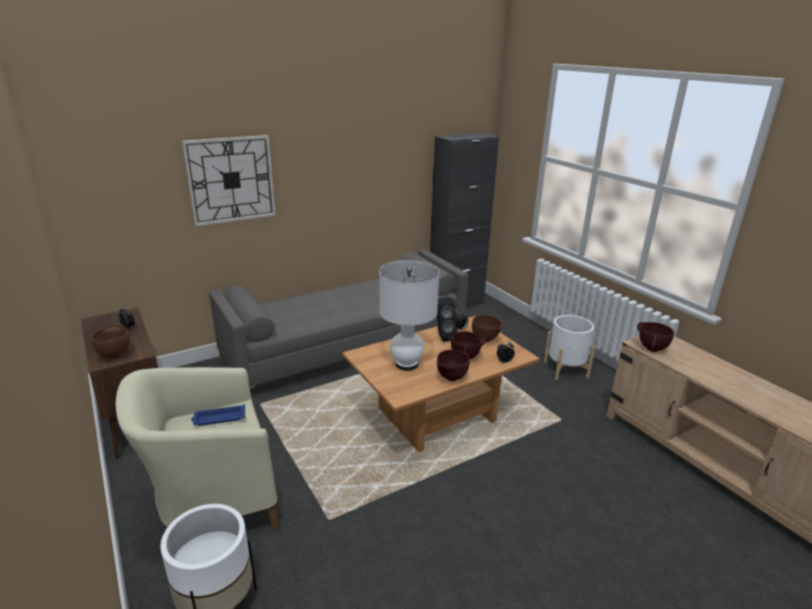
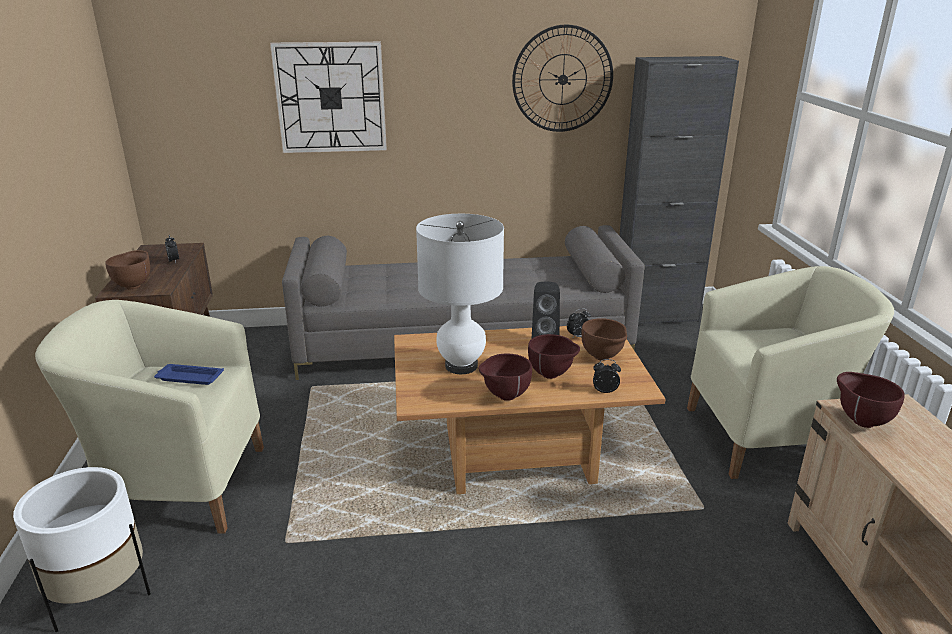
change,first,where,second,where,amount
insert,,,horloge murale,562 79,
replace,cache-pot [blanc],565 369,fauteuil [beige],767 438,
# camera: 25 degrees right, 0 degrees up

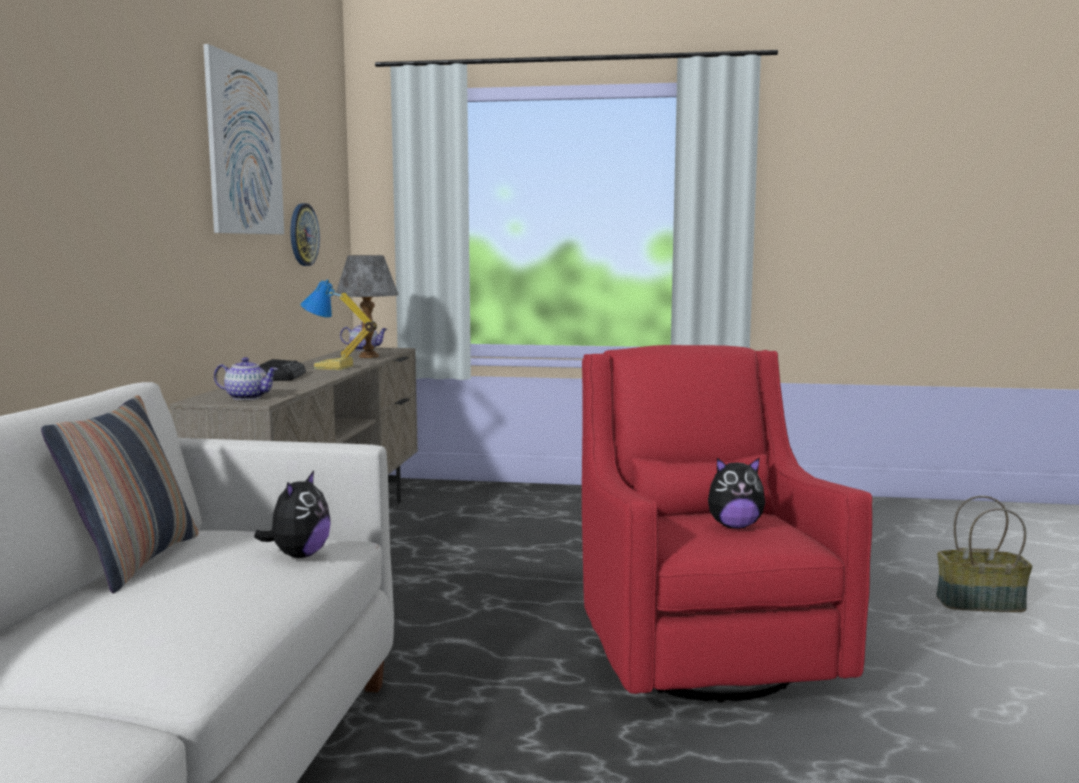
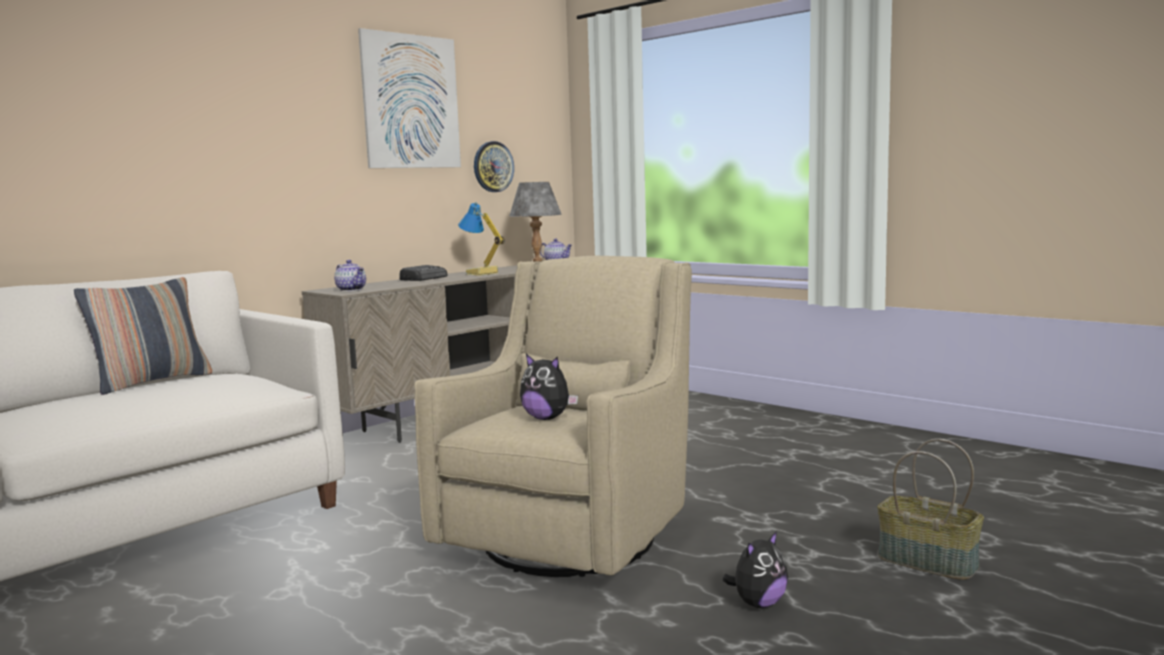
change,first,where,second,where,amount
recolor,fauteuil [rouge],701 652,fauteuil [beige],573 537,
move,peluche,299 555,,758 603,
# camera: 35 degrees right, 0 degrees up

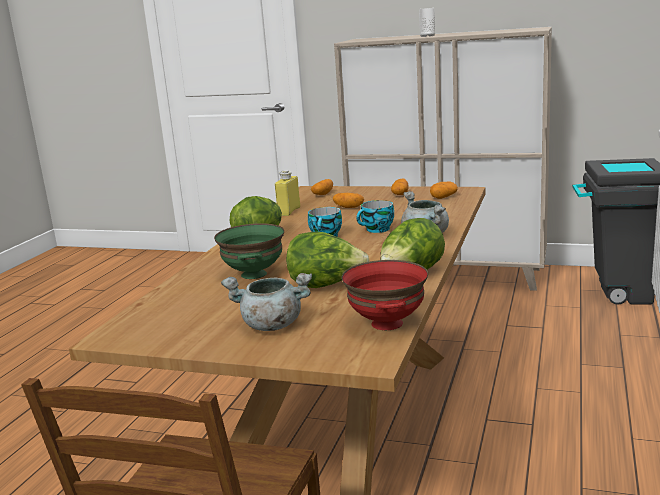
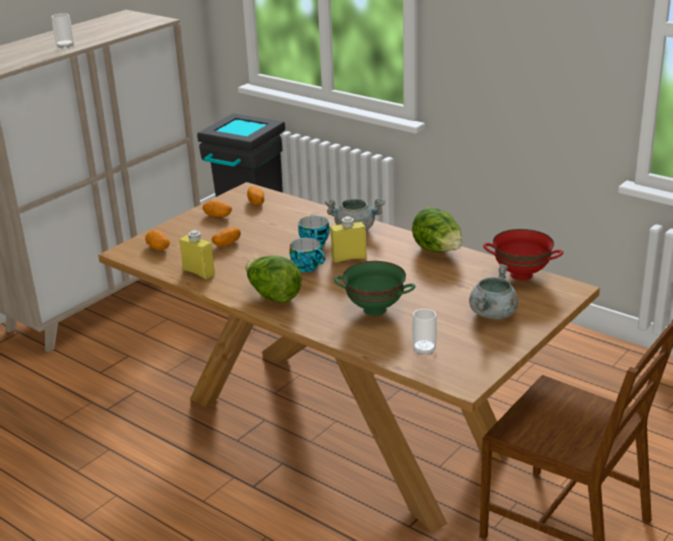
change,first,where,second,where,amount
insert,,,bouteille [jaune],349 258,
insert,,,tasse,424 350,
delete,laitue,326 285,,,
# camera: 70 degrees left, 10 degrees up

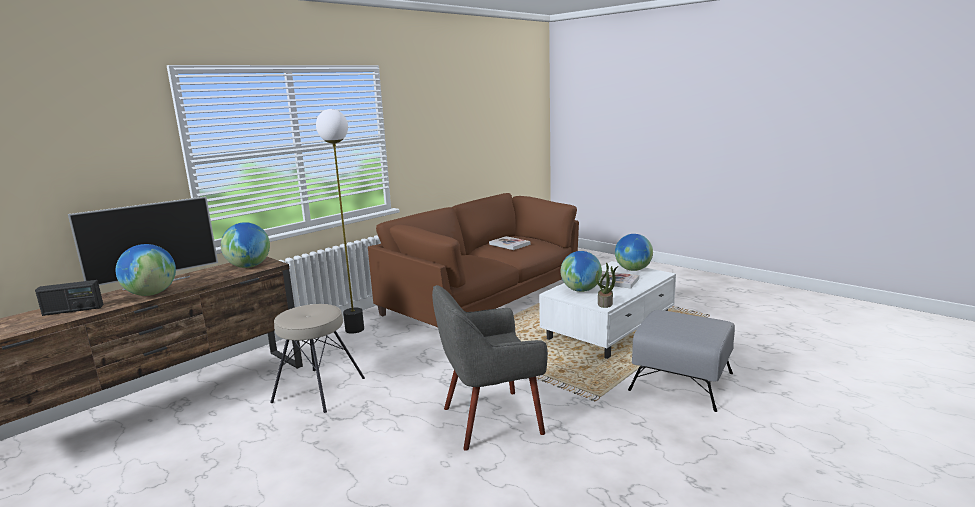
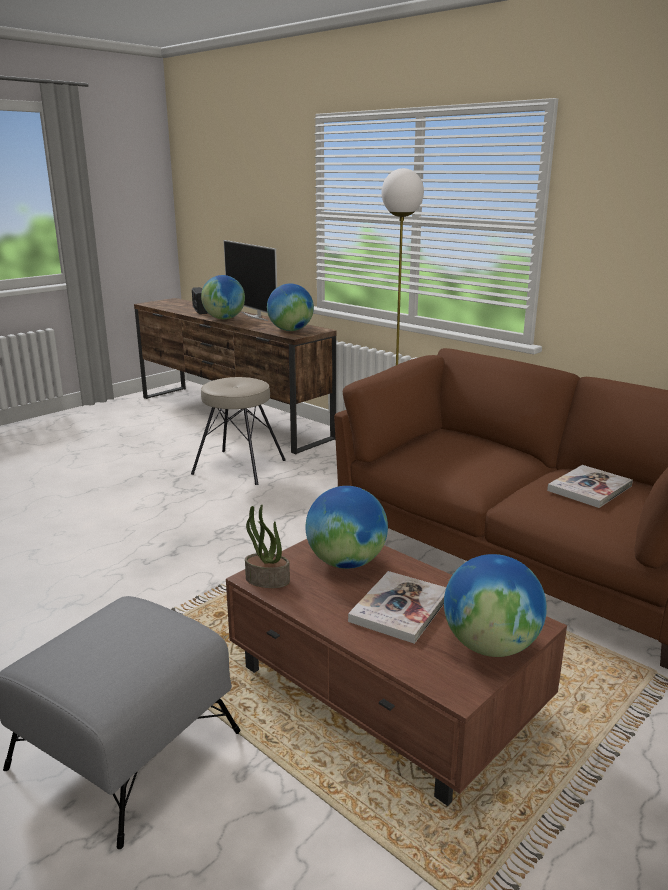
change,first,where,second,where,amount
recolor,table basse [blanc],610 329,table basse [marron],386 692,
delete,fauteuil [gris],490 419,,,
# camera: 90 degrees right, 5 degrees up

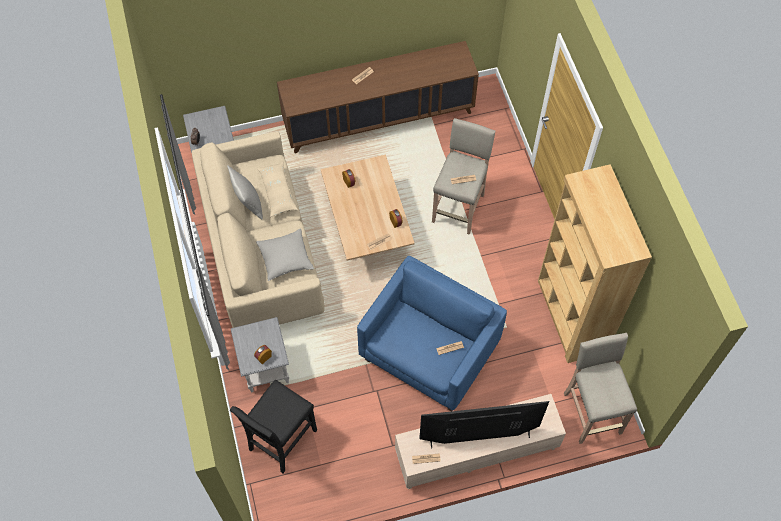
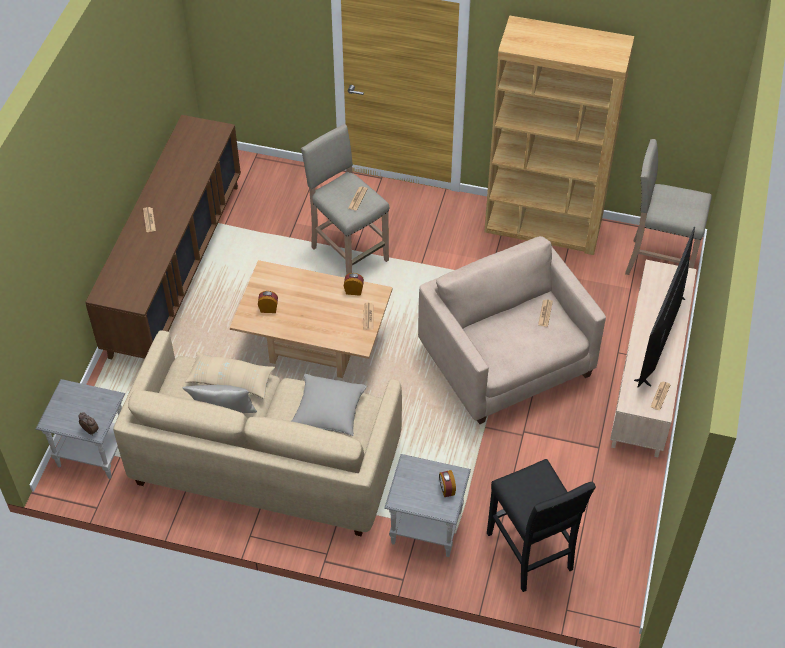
change,first,where,second,where,amount
recolor,fauteuil [bleu],429 351,fauteuil [beige],506 362,
# camera: 60 degrees left, 10 degrees down

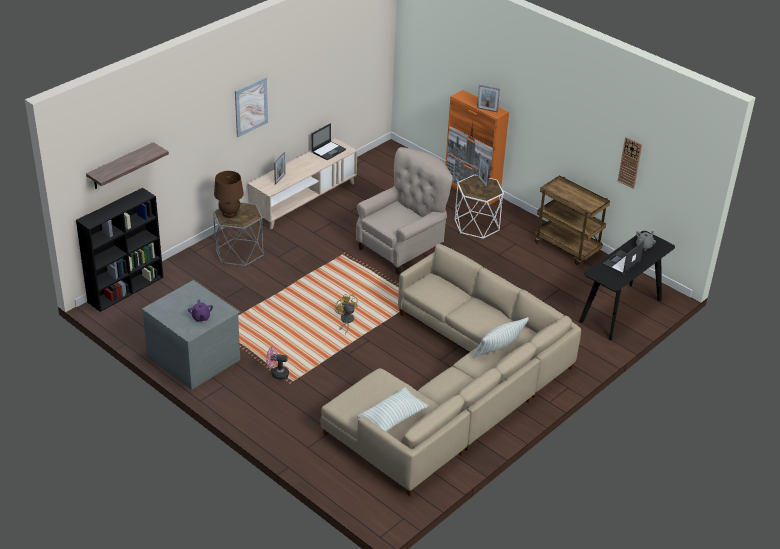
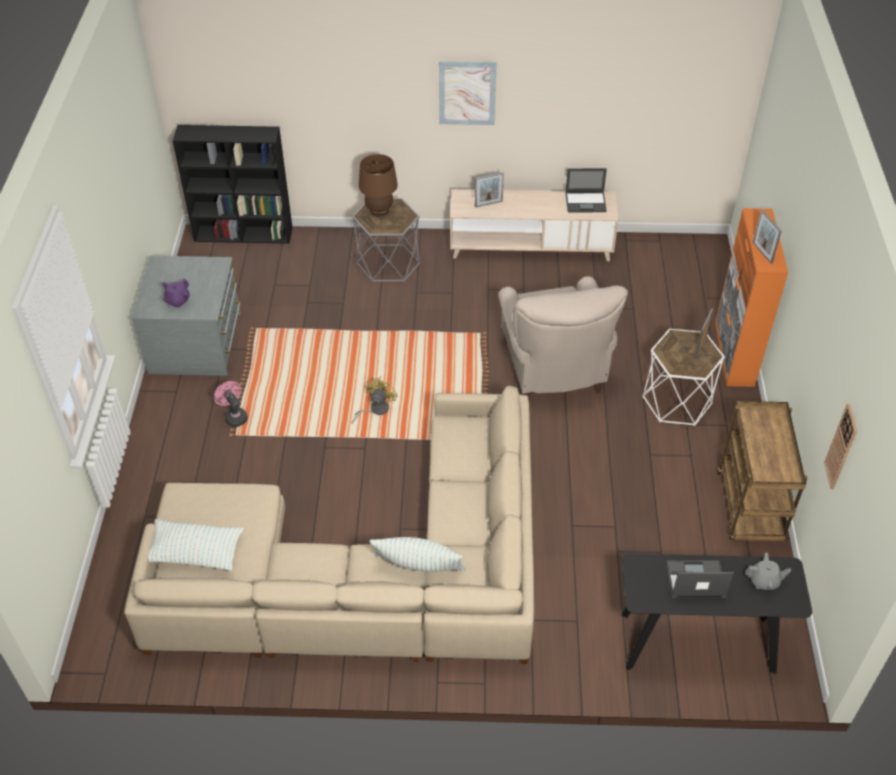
change,first,where,second,where,amount
rotate,fauteuil [beige],403 248,,553 370,75 degrees clockwise
delete,étagère,121 166,,,
# camera: 50 degrees right, 10 degrees up

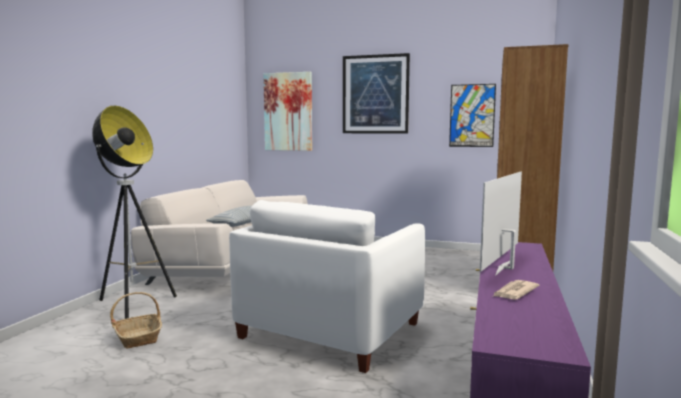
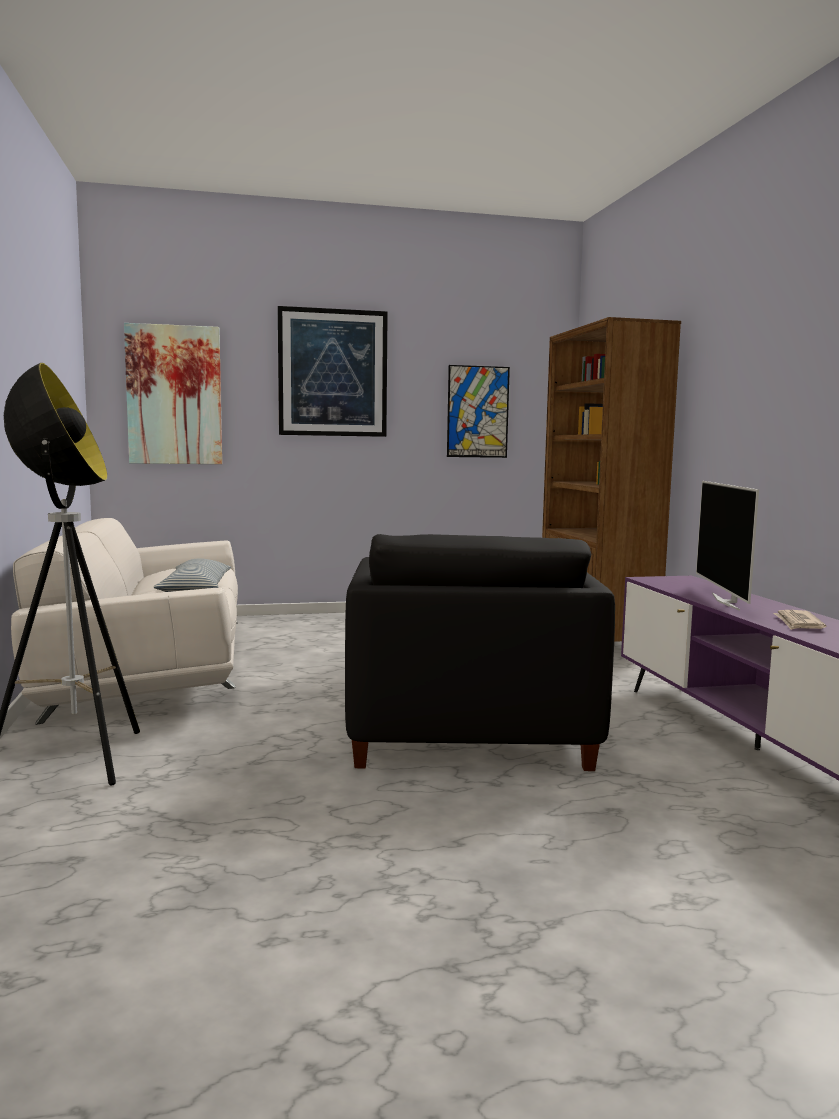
change,first,where,second,where,amount
recolor,fauteuil [blanc],331 330,fauteuil [noir],469 732,
delete,panier,138 337,,,
# camera: 30 degrees left, 0 degrees up

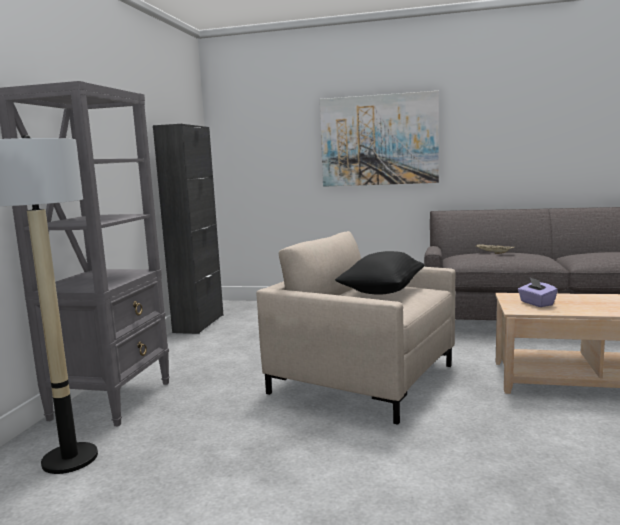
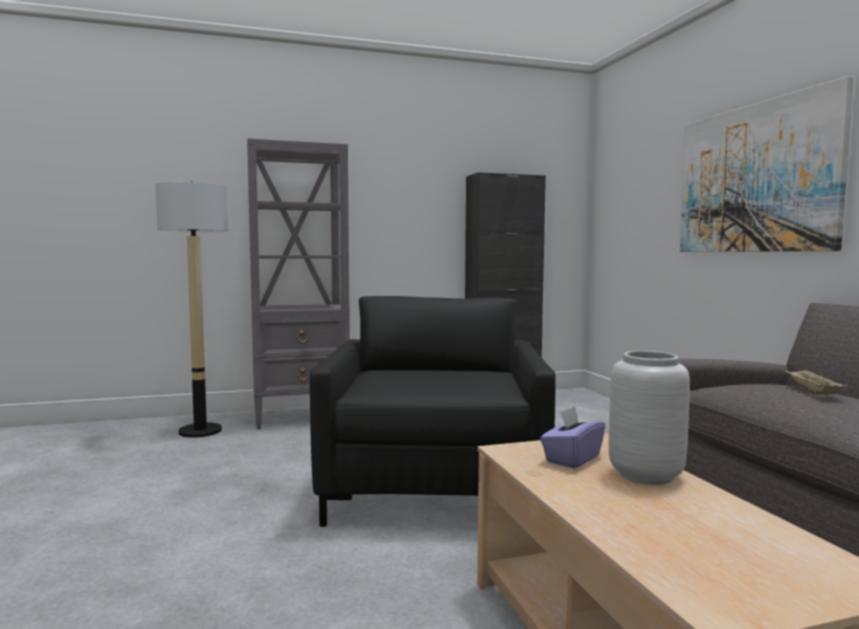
change,first,where,second,where,amount
recolor,fauteuil [beige],363 379,fauteuil [noir],435 488,
insert,,,vase [gris],646 475,
delete,coussin [noir],381 291,,,
# camera: 60 degrees right, 5 degrees down

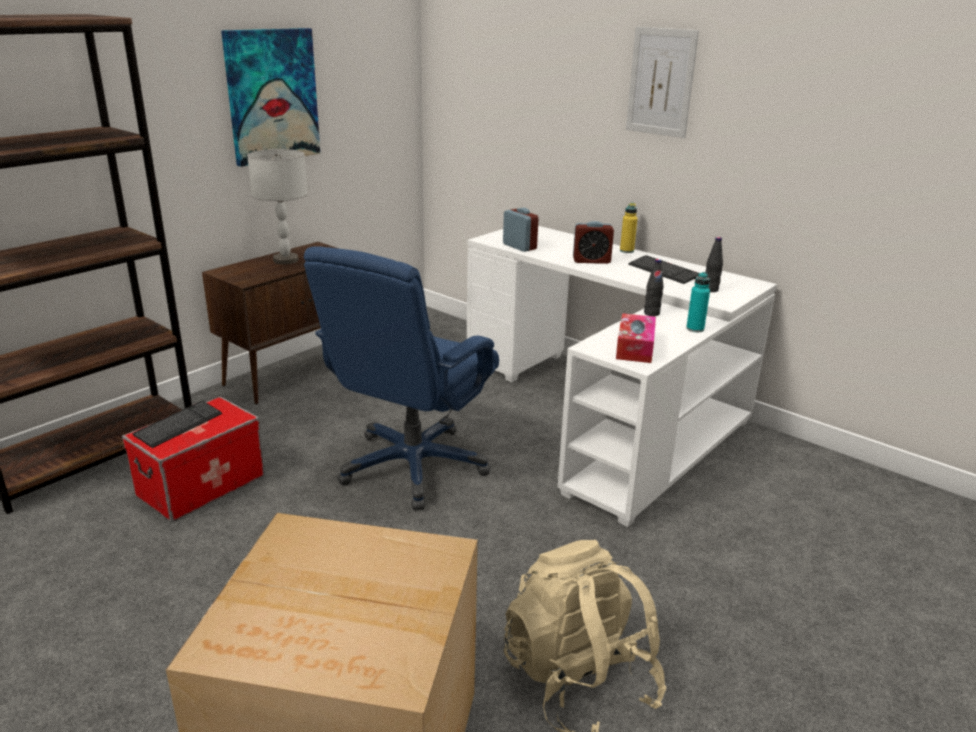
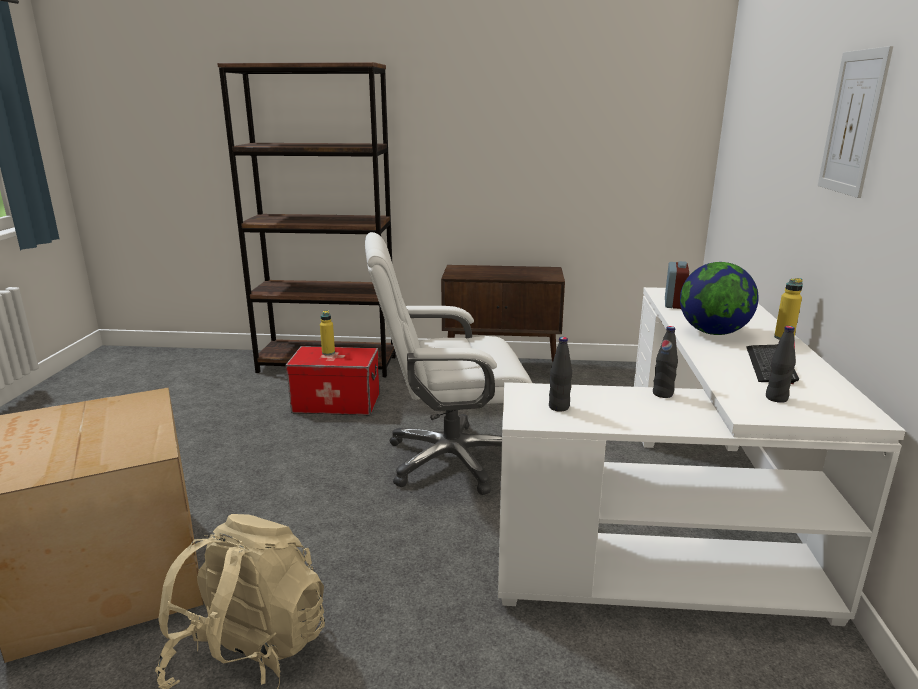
change,first,where,second,where,amount
replace,clavier,178 425,bouteille [jaune],328 353,
recolor,chaise de bureau [bleu],413 467,chaise de bureau [blanc],450 459,
replace,boîte à mouchoirs,635 347,bouteille [noir],559 407,
replace,réveil,591 261,globe,713 332,
delete,tableau,272 96,,,
delete,lampe de table [gris],285 260,,,
delete,bouteille [turquoise],695 329,,,
# camera: 55 degrees right, 5 degrees down

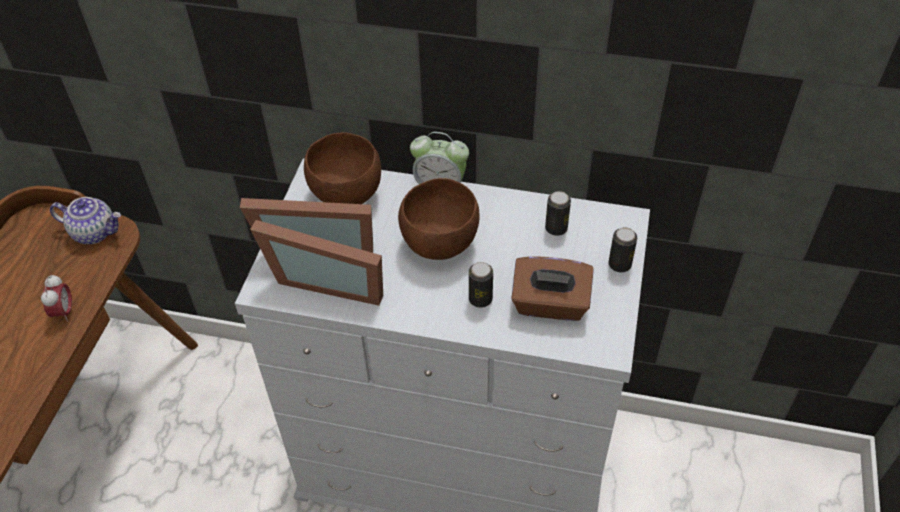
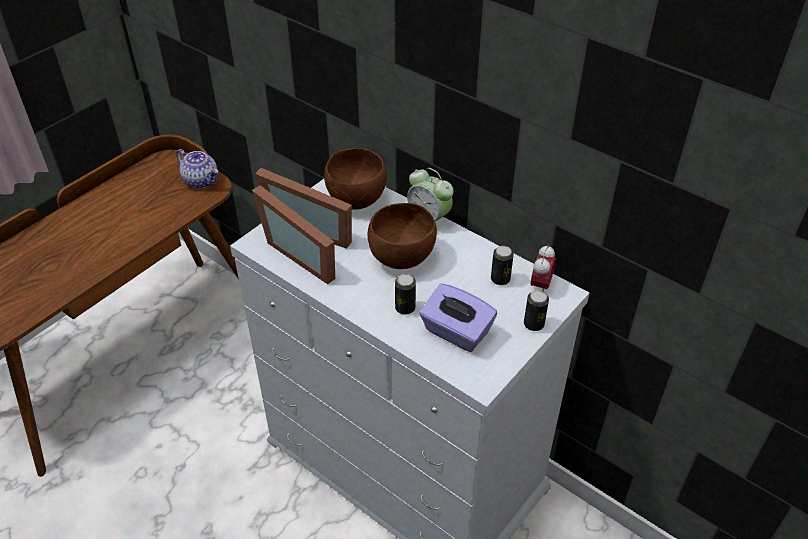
change,first,where,second,where,amount
recolor,boîte à mouchoirs [marron],550 305,boîte à mouchoirs [violet],456 332,
move,réveil,64 312,,540 285,
# camera: 25 degrees right, 5 degrees down

